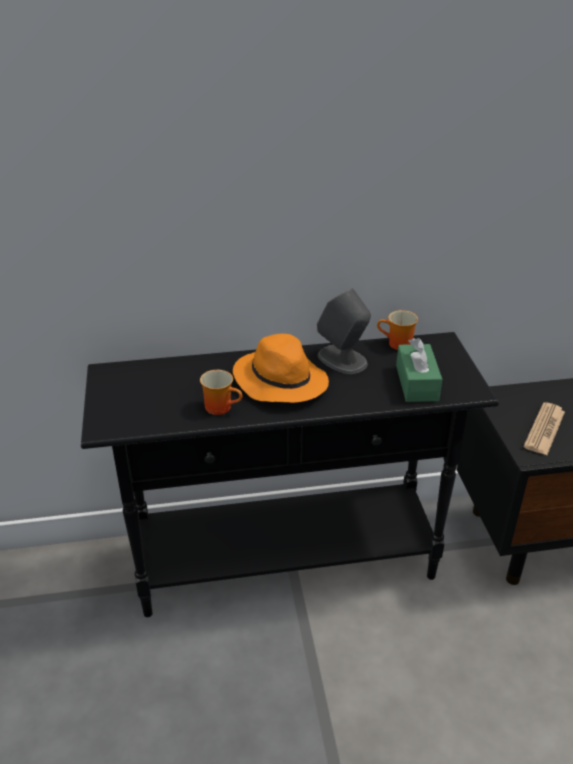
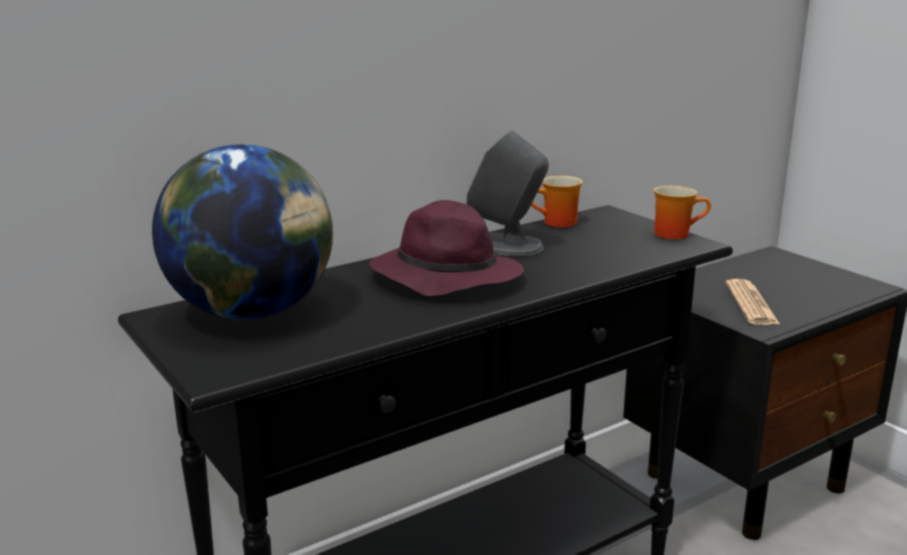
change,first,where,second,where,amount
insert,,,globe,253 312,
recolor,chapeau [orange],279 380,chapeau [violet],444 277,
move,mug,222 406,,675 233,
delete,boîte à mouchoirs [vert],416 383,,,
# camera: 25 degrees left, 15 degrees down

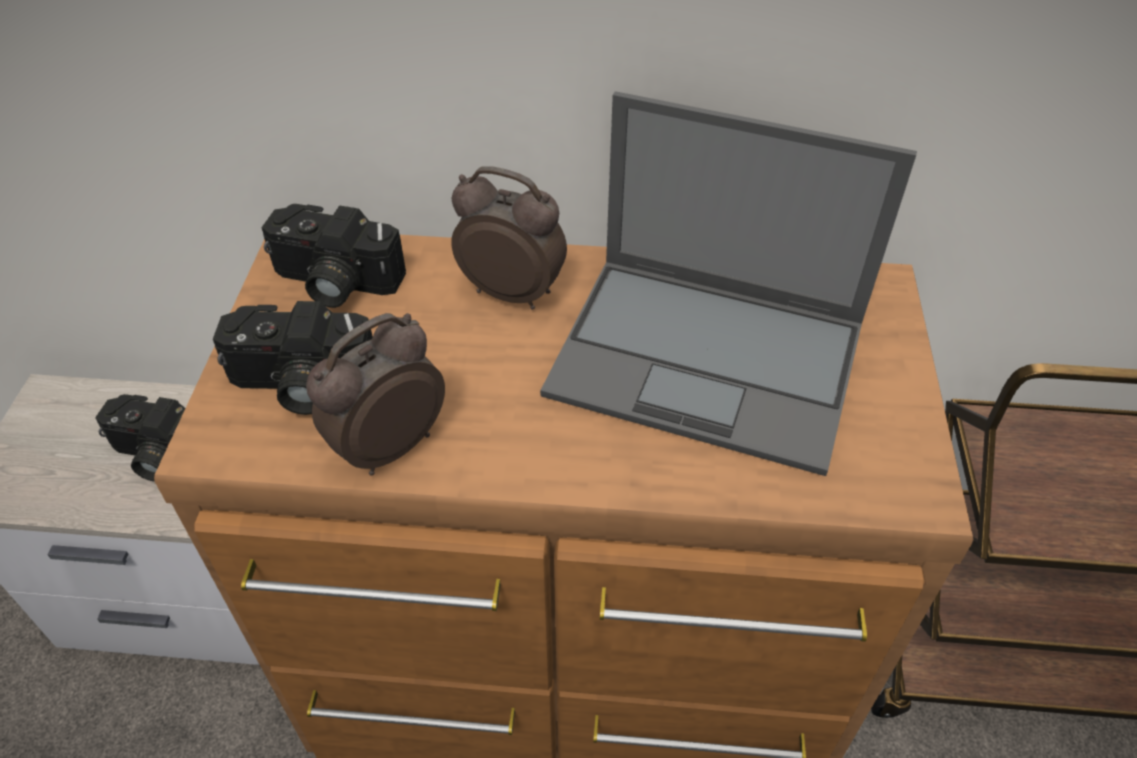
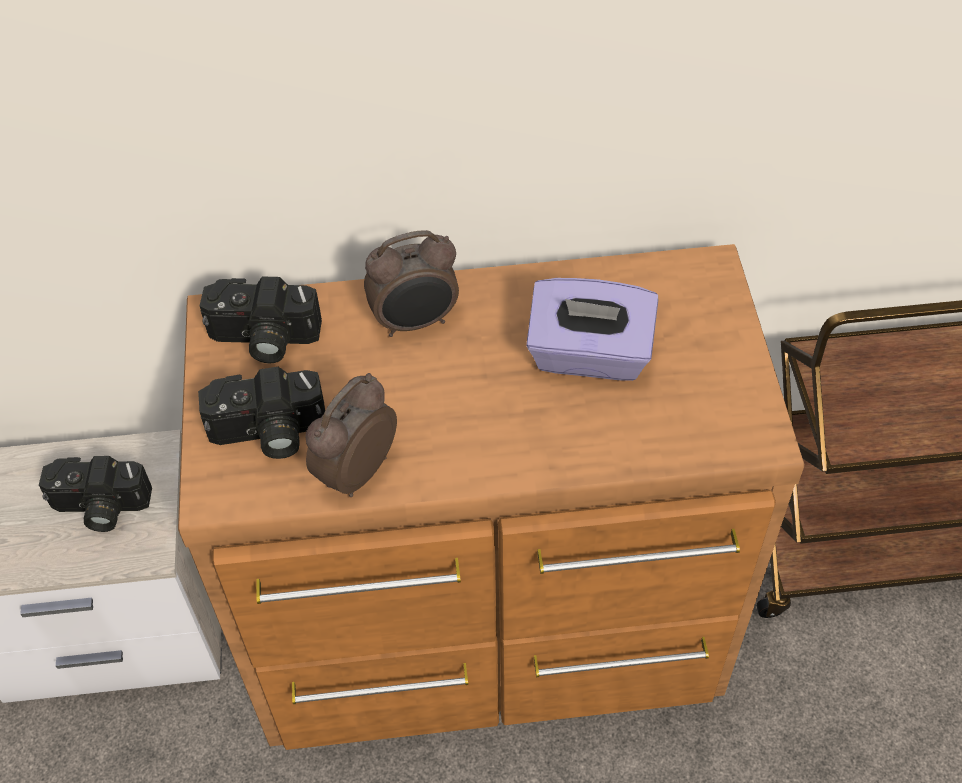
change,first,where,second,where,amount
rotate,réveil,512 291,,415 322,150 degrees clockwise
replace,ordinateur portable,710 359,boîte à mouchoirs [violet],589 356,
# camera: 10 degrees left, 5 degrees up

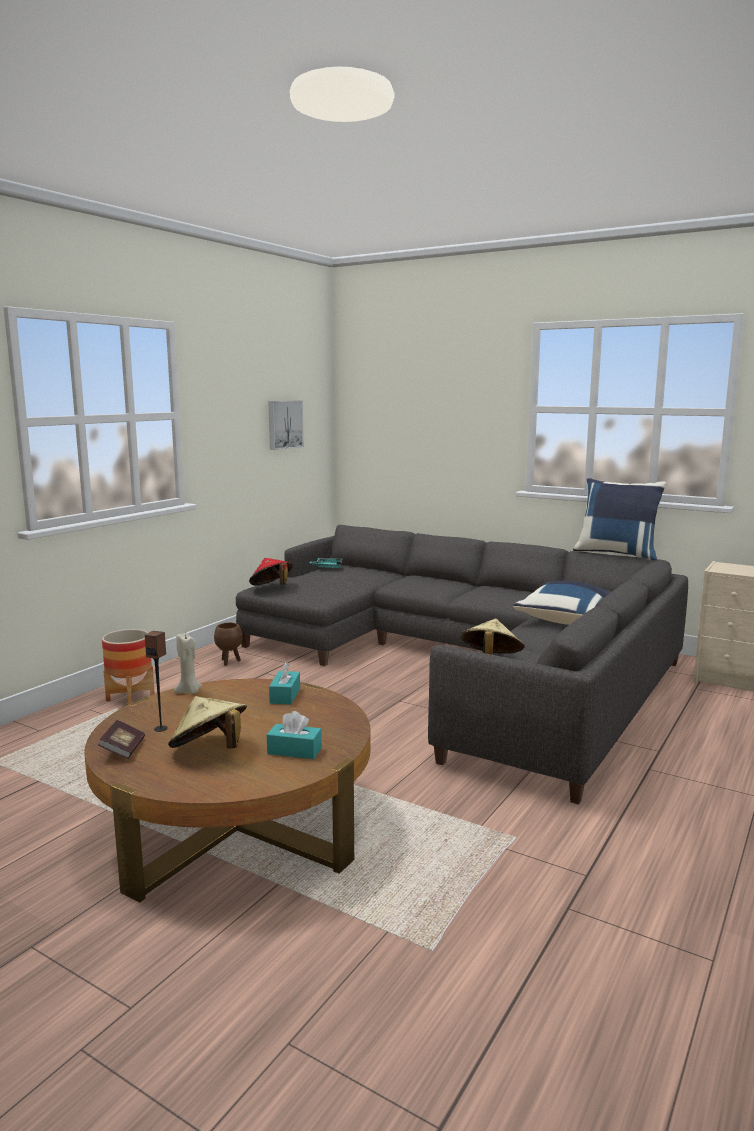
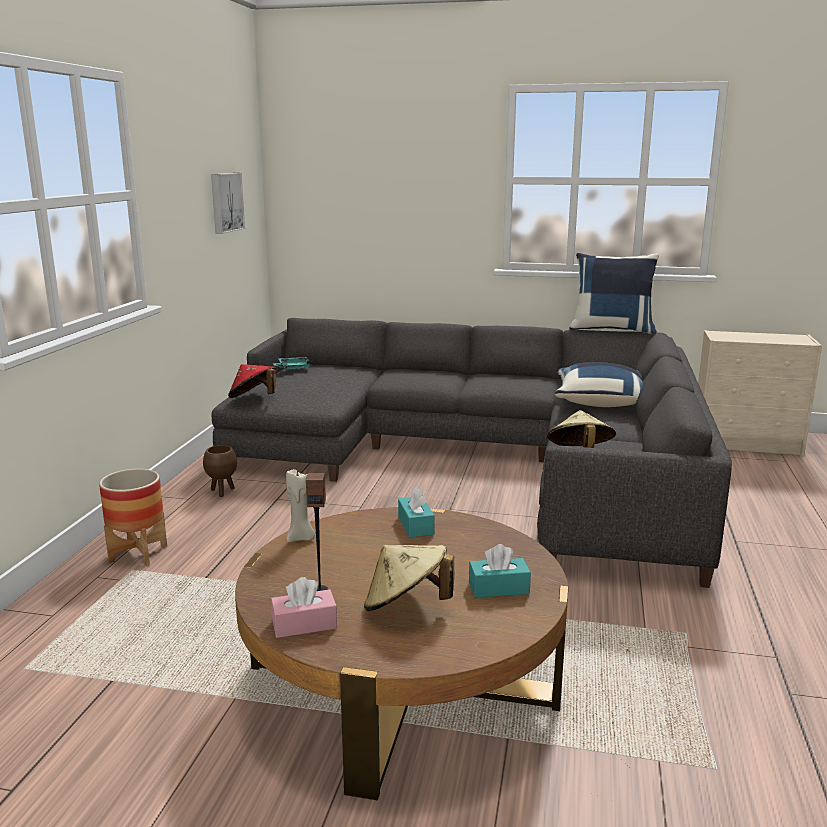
change,first,where,second,where,amount
replace,livre,123 749,boîte à mouchoirs [rose],304 624,
# camera: 20 degrees left, 5 degrees up

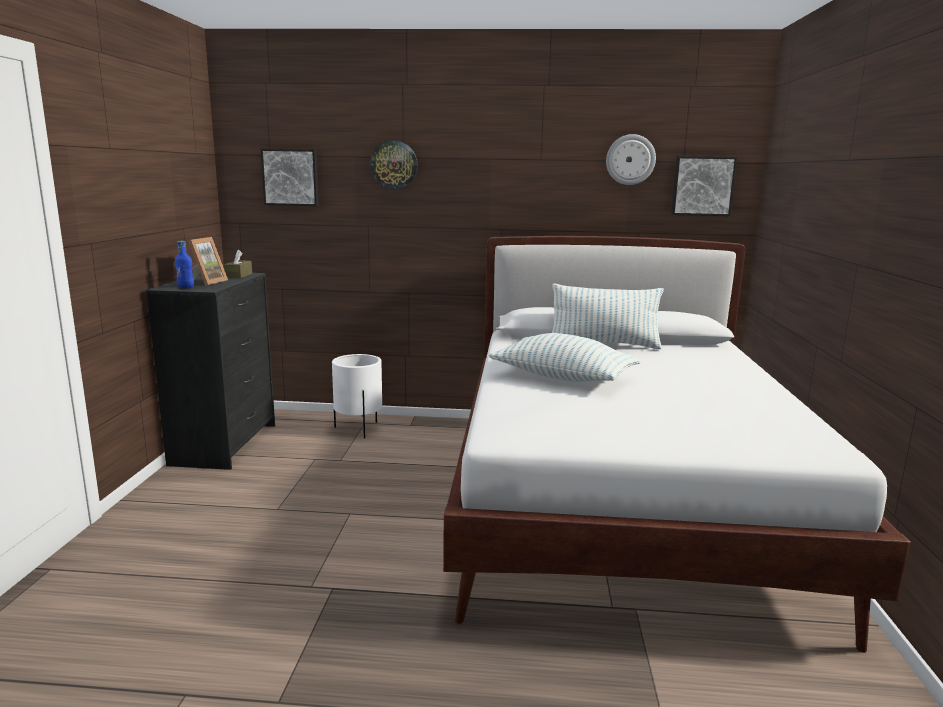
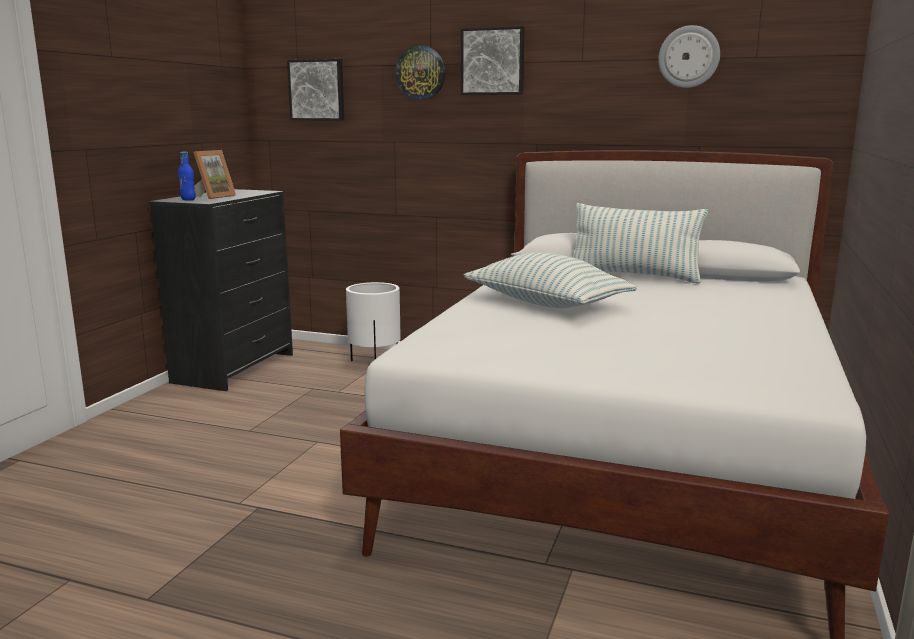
change,first,where,second,where,amount
move,tableau,702 186,,493 61,
delete,boîte à mouchoirs [marron],239 275,,,
# camera: 15 degrees right, 0 degrees up

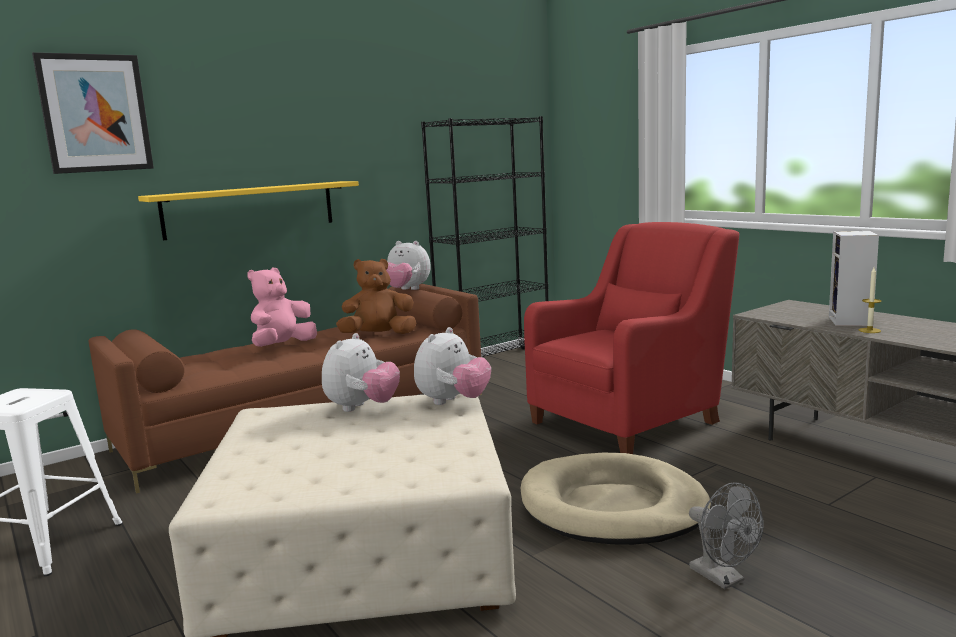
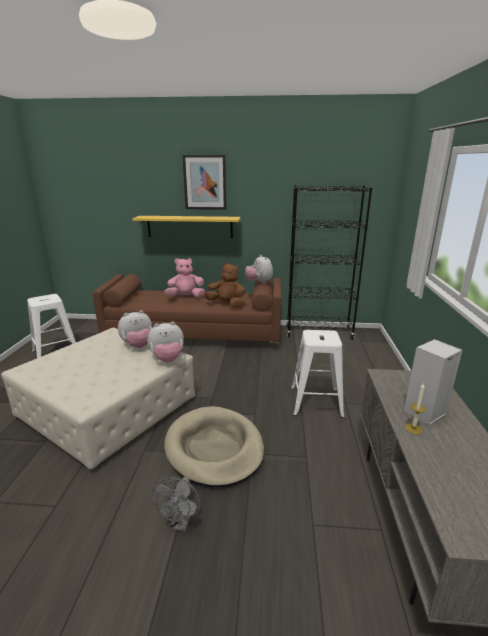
change,first,where,second,where,amount
move,tableau,95 113,,205 182,
replace,fauteuil [rouge],630 420,tabouret [blanc],316 402,
# camera: 40 degrees right, 10 degrees up

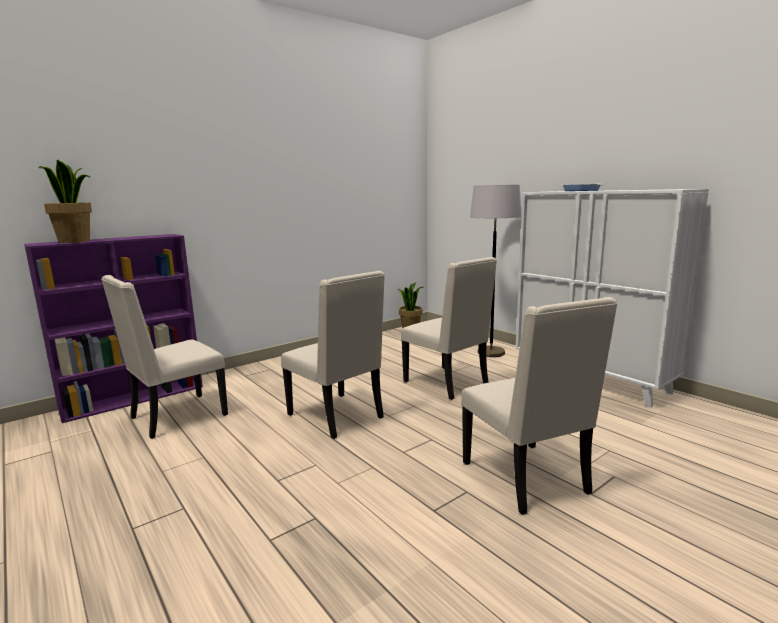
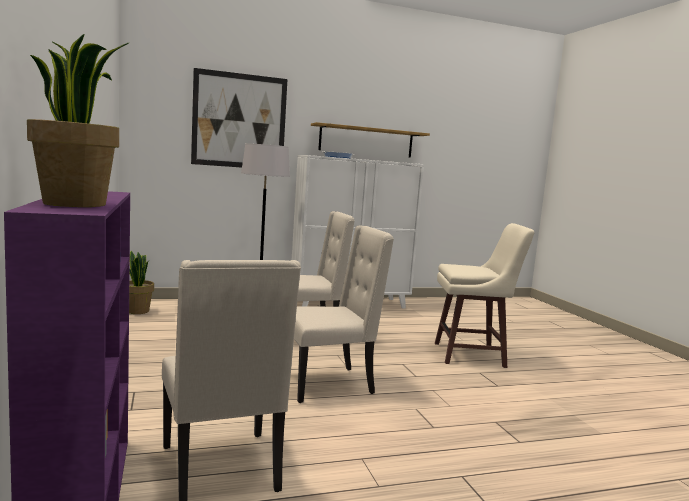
change,first,where,second,where,amount
insert,,,tableau,239 121,
insert,,,étagère,366 141,
replace,chaise [beige],527 478,tabouret [beige],471 355,
# camera: 70 degrees left, 5 degrees down

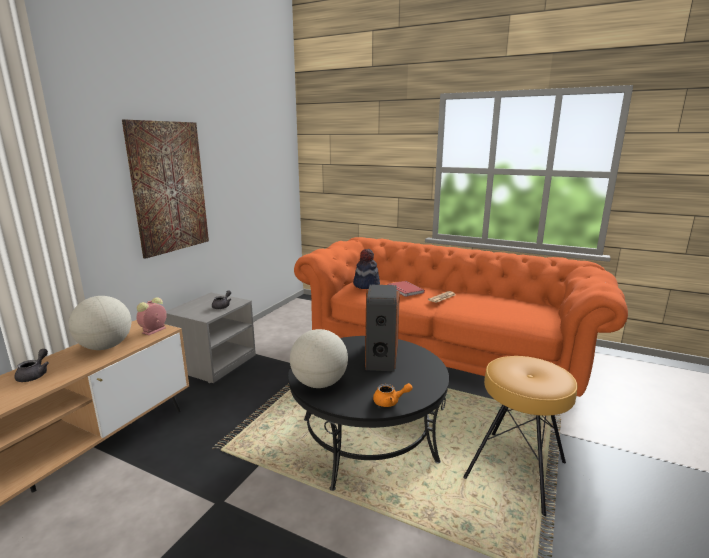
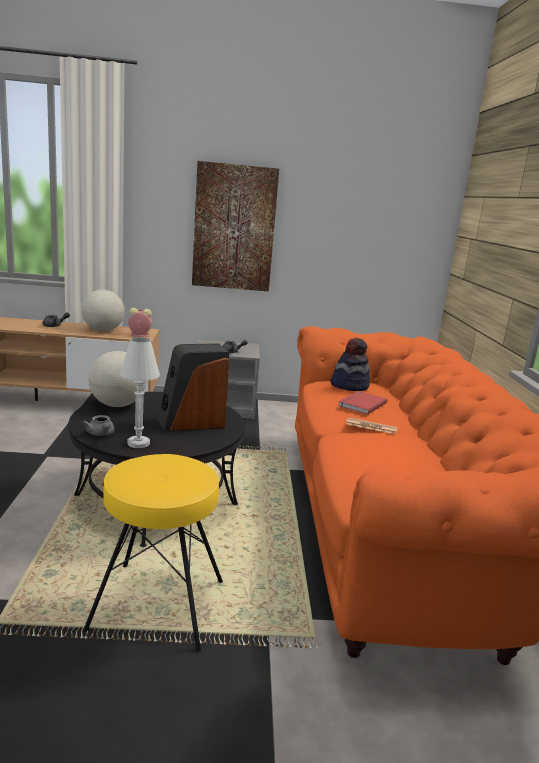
change,first,where,second,where,amount
recolor,théière [orange],390 402,théière [gris],101 434,
recolor,tabouret [marron],516 470,tabouret [jaune],158 605,
insert,,,lampe de table [blanc],138 443,
# camera: 60 degrees right, 0 degrees up

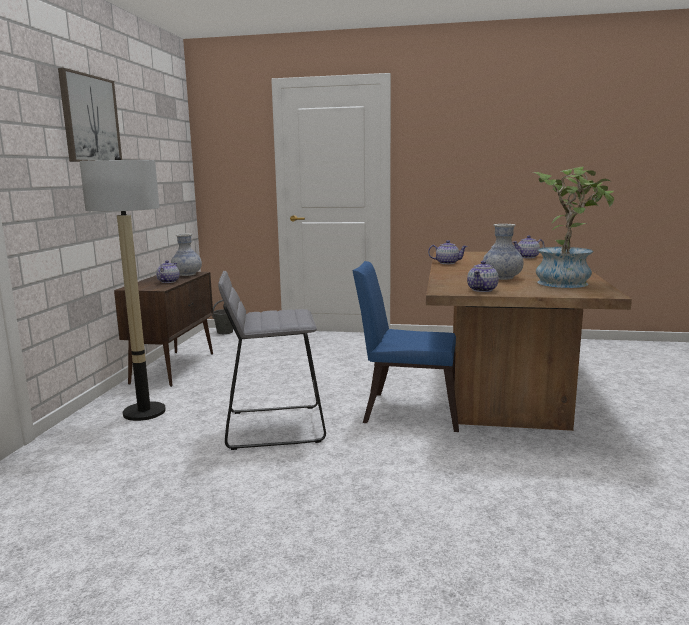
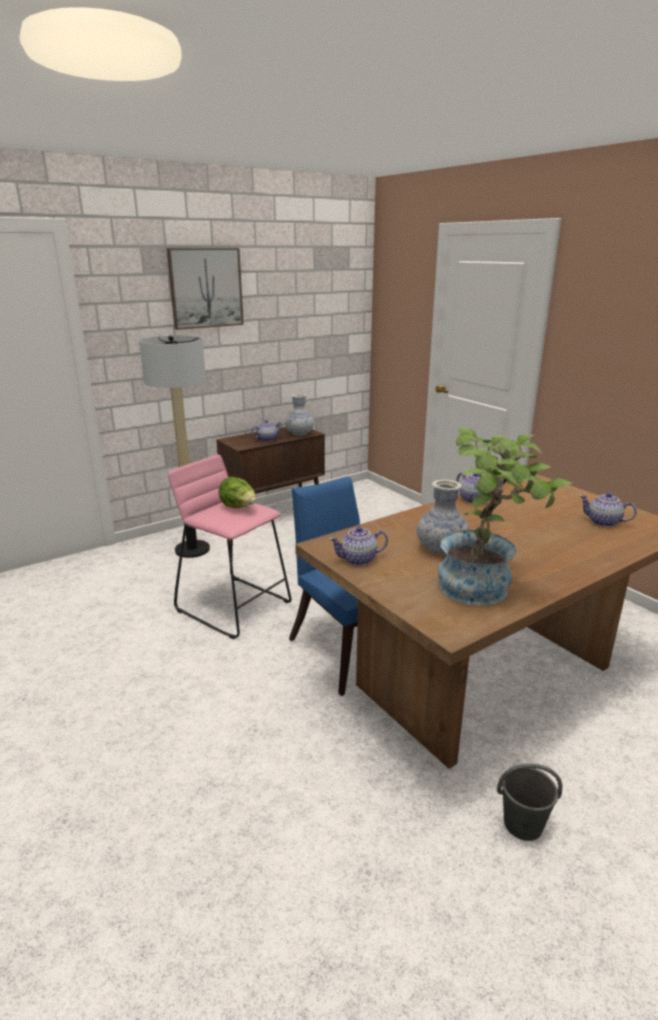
change,first,where,second,where,amount
recolor,tabouret [gris],274 426,tabouret [rose],234 606,
insert,,,laitue,239 508,
move,seau [gris],225 332,,523 824,
# camera: 45 degrees right, 10 degrees up

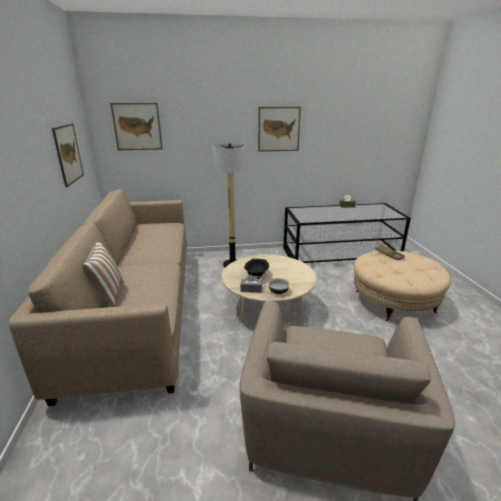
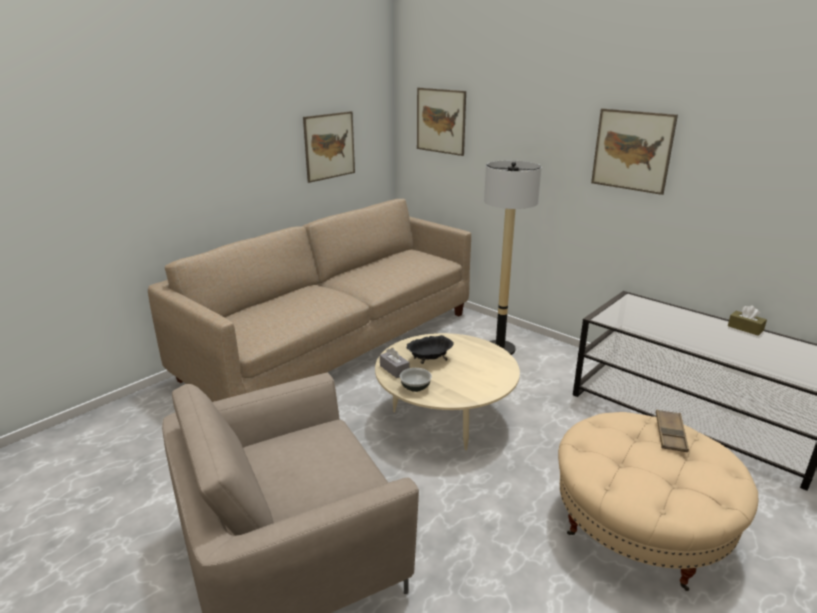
change,first,where,second,where,amount
delete,coussin,108 294,,,
# camera: 50 degrees right, 0 degrees up

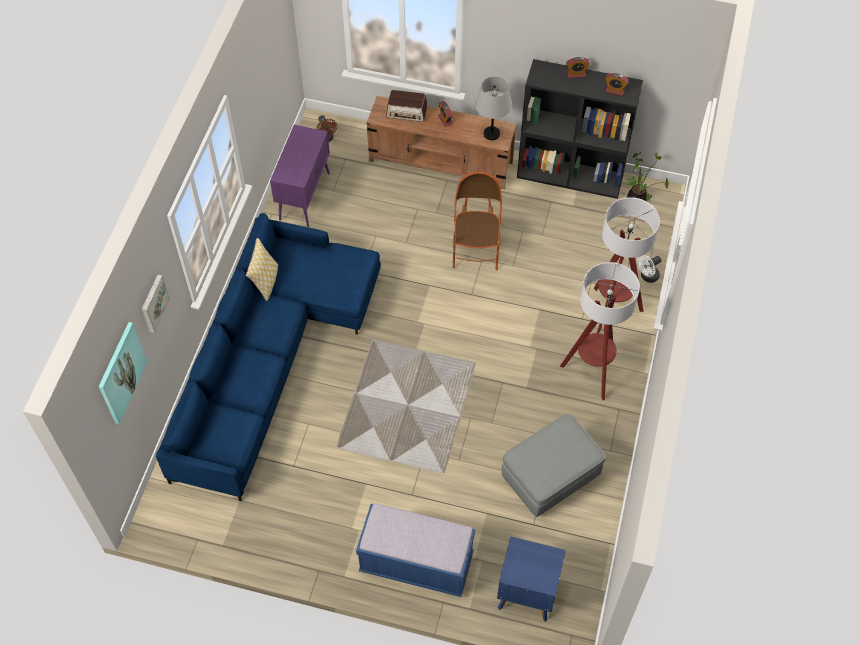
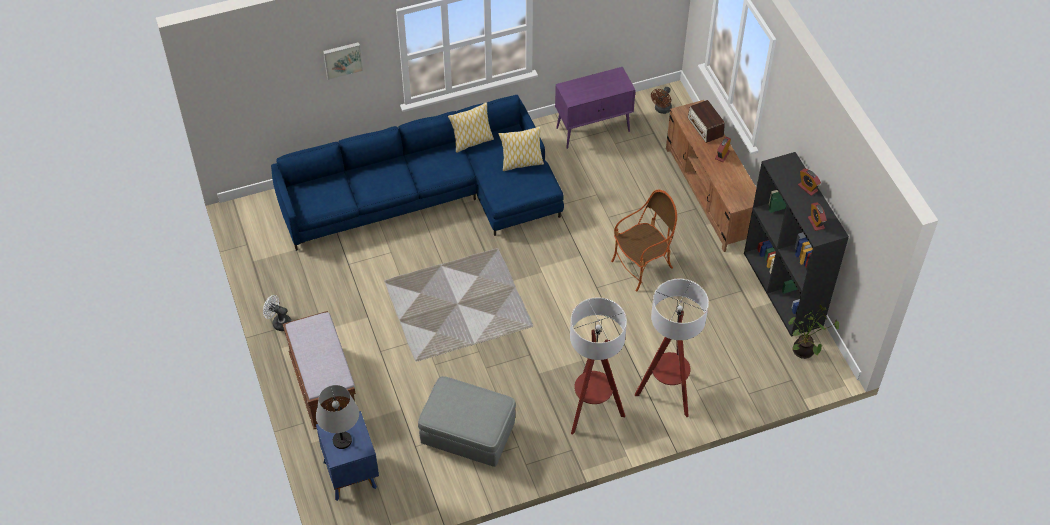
change,first,where,second,where,amount
move,ventilateur [blanc],647 277,,279 322,
recolor,banc [bleu],416 563,banc [marron],323 387,
move,lampe de table [gris],492 134,,342 441,
insert,,,coussin,521 163,
delete,tableau,121 373,,,
# camera: 55 degrees right, 5 degrees down

